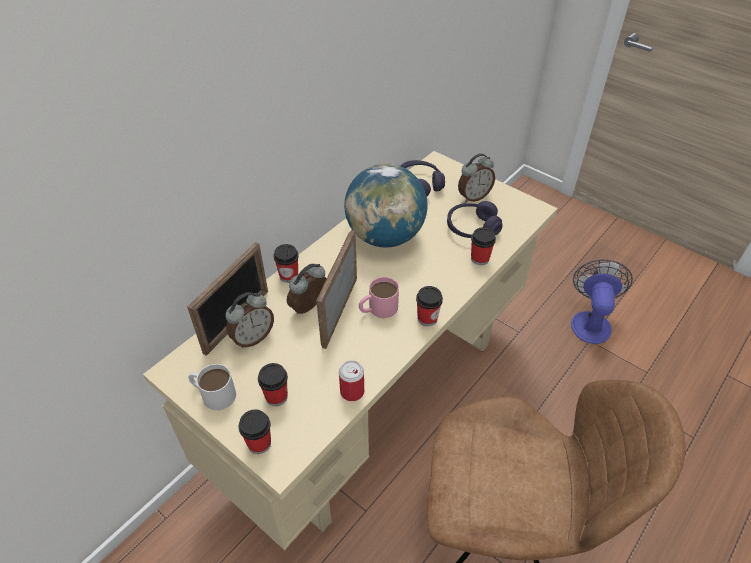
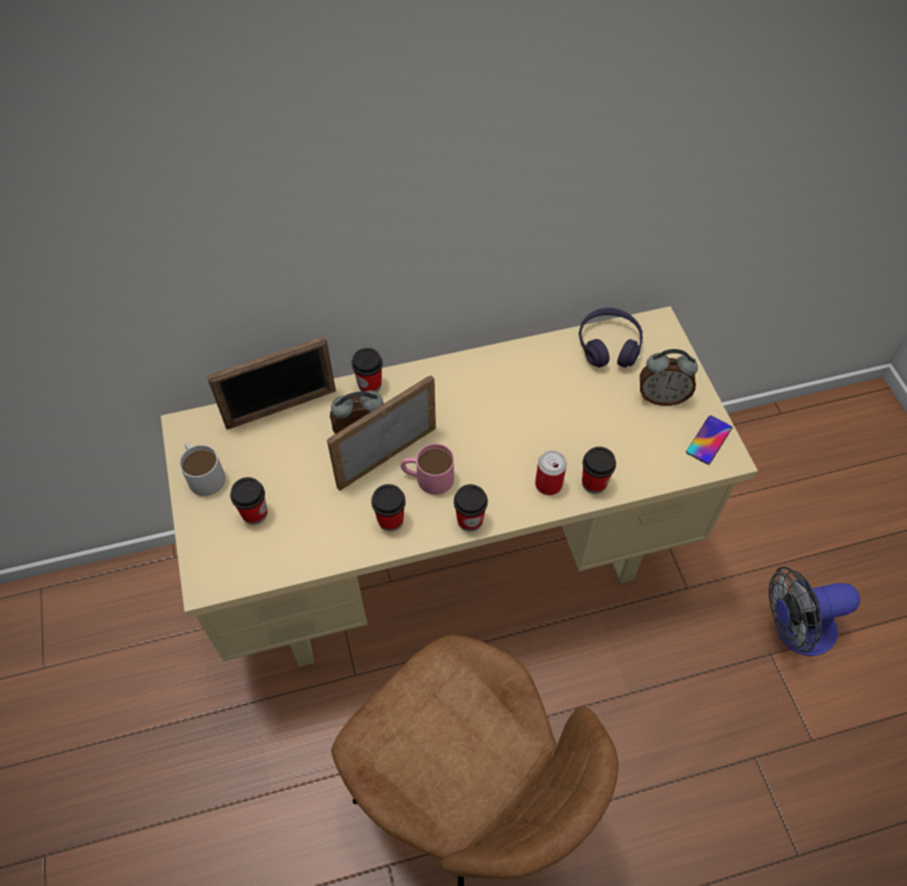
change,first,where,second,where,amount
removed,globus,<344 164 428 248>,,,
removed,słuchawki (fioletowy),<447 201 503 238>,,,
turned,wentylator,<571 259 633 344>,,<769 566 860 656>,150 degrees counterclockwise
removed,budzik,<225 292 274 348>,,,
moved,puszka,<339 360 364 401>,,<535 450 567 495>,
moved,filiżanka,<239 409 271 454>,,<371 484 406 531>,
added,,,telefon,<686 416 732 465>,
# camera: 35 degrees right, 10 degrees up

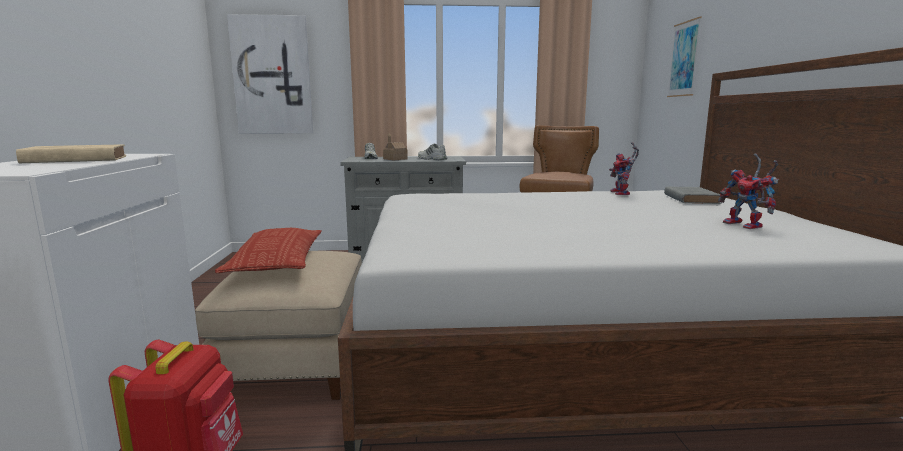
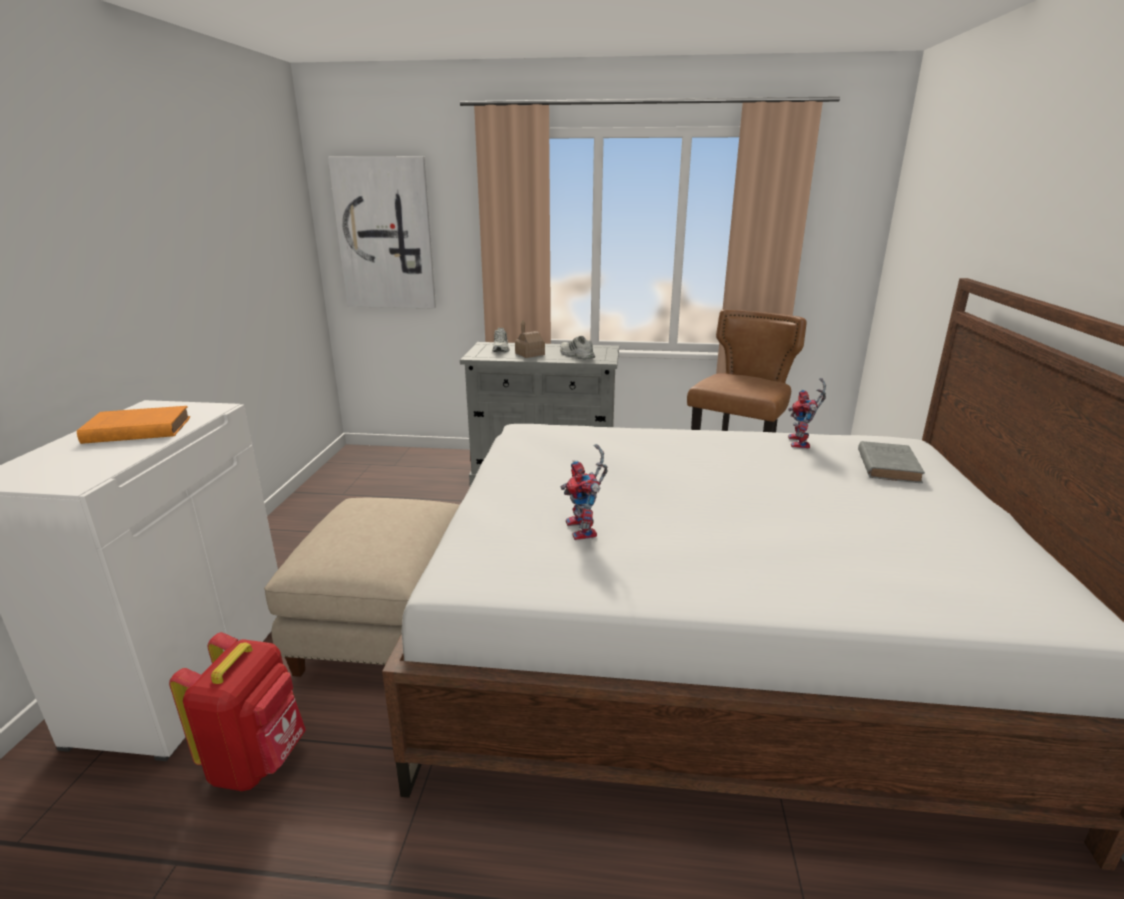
change,first,where,second,where,amount
removed,obraz,<667 17 702 97>,,,
recoloured,książka (beżowy),<16 144 126 163>,książka (pomarańczowy),<77 406 190 444>,
moved,robot zabawkowy,<718 153 779 229>,,<561 444 607 540>,
removed,poduszka,<215 228 322 274>,,,
# camera: 10 degrees right, 10 degrees up

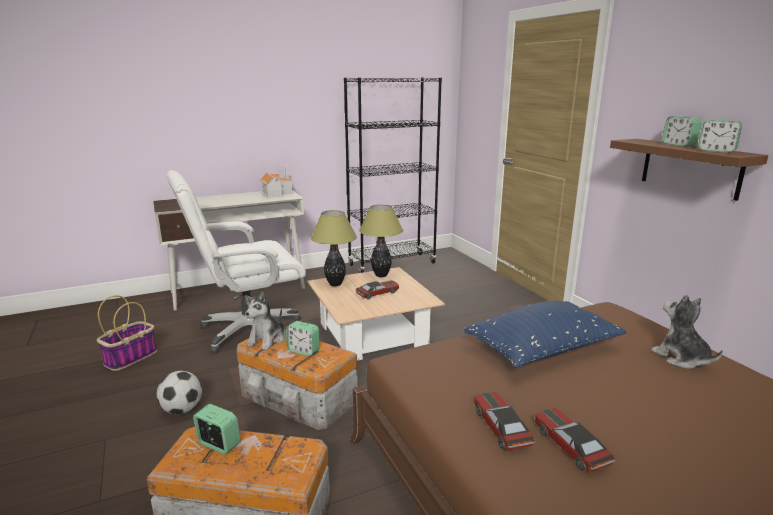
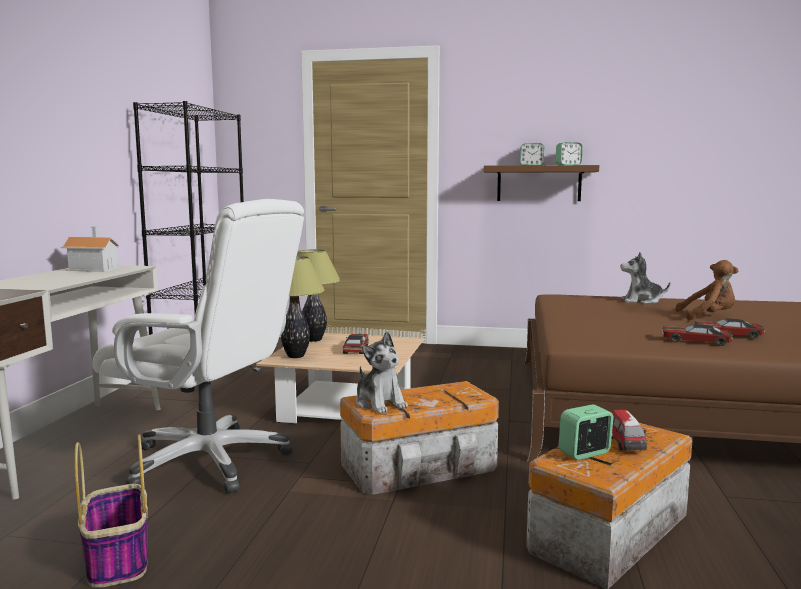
change,first,where,second,where,amount
turned,krzesło biurowe (biały),<167 170 306 353>,,<93 199 304 493>,75 degrees counterclockwise
removed,poduszka (niebieski),<464 301 627 367>,,,
removed,budzik,<286 321 320 356>,,,
removed,piłka futbolowa,<156 371 202 414>,,,
added,,,pluszak (brązowy),<675 260 738 320>,
added,,,samochodzik,<611 410 647 451>,
# camera: 55 degrees left, 10 degrees down

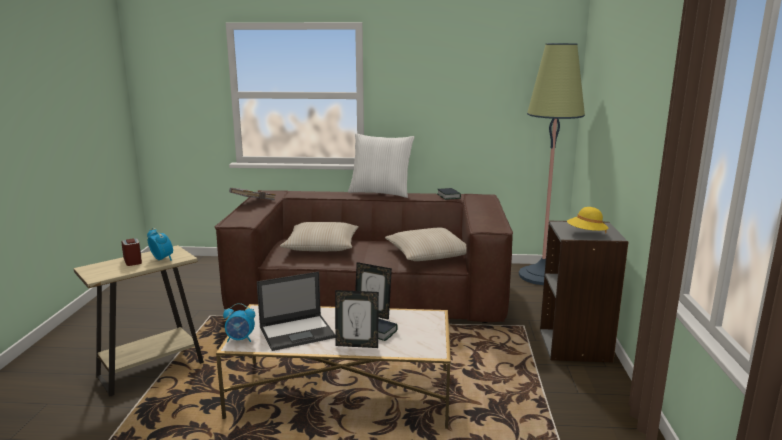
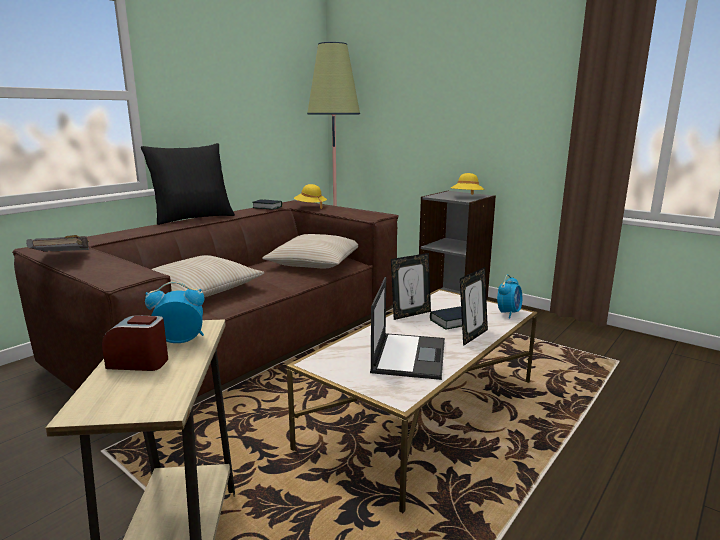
change,first,where,second,where,amount
recoloured,poduszka (biały),<348 133 415 198>,poduszka (czarny),<141 143 235 225>,
moved,budzik,<223 303 255 342>,,<497 275 522 318>,
added,,,kapelusz (żółty),<294 184 327 209>,
# camera: 55 degrees left, 0 degrees up

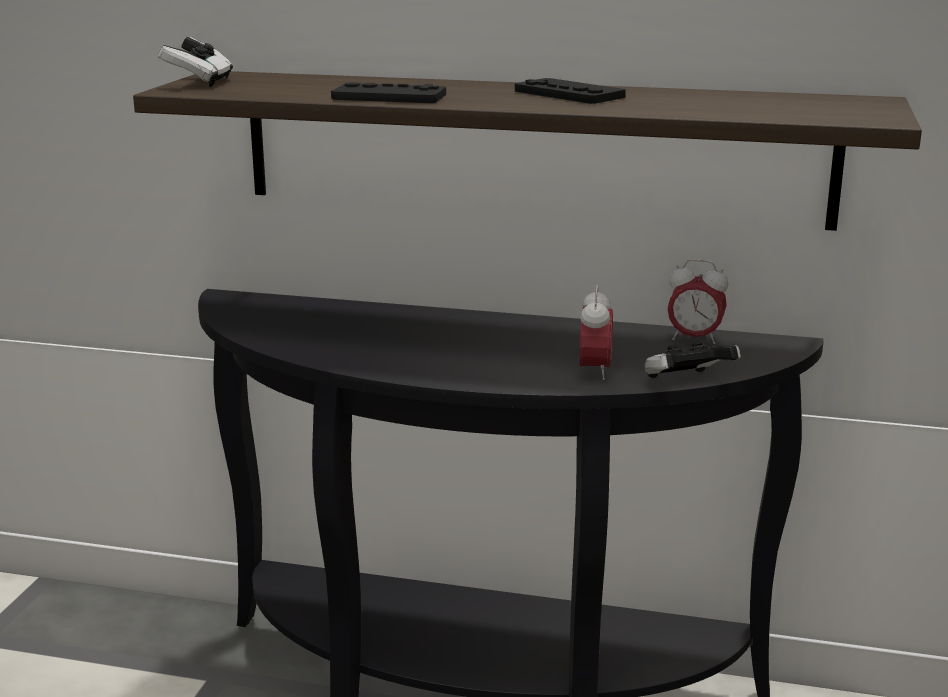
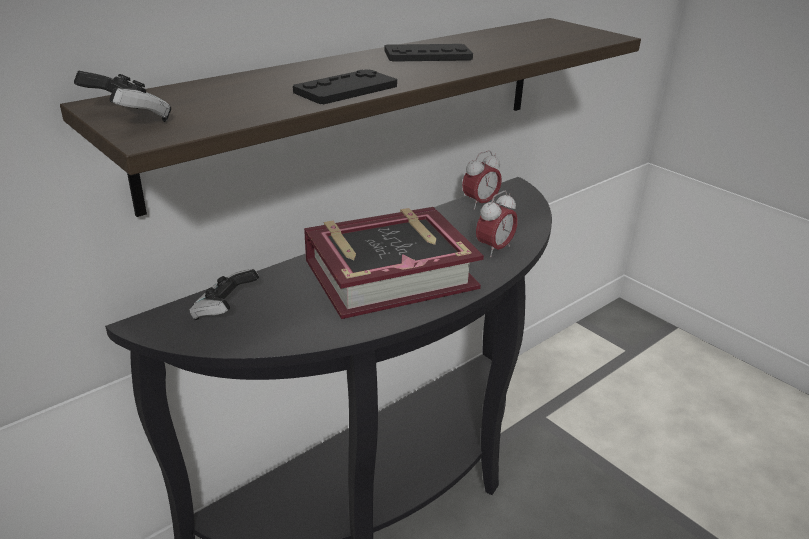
change,first,where,second,where,amount
turned,budzik,<580 285 613 380>,,<476 191 518 257>,90 degrees clockwise
moved,pad do gier,<645 342 741 378>,,<189 269 259 320>,
added,,,książka,<304 207 484 319>,
# camera: 55 degrees left, 10 degrees up

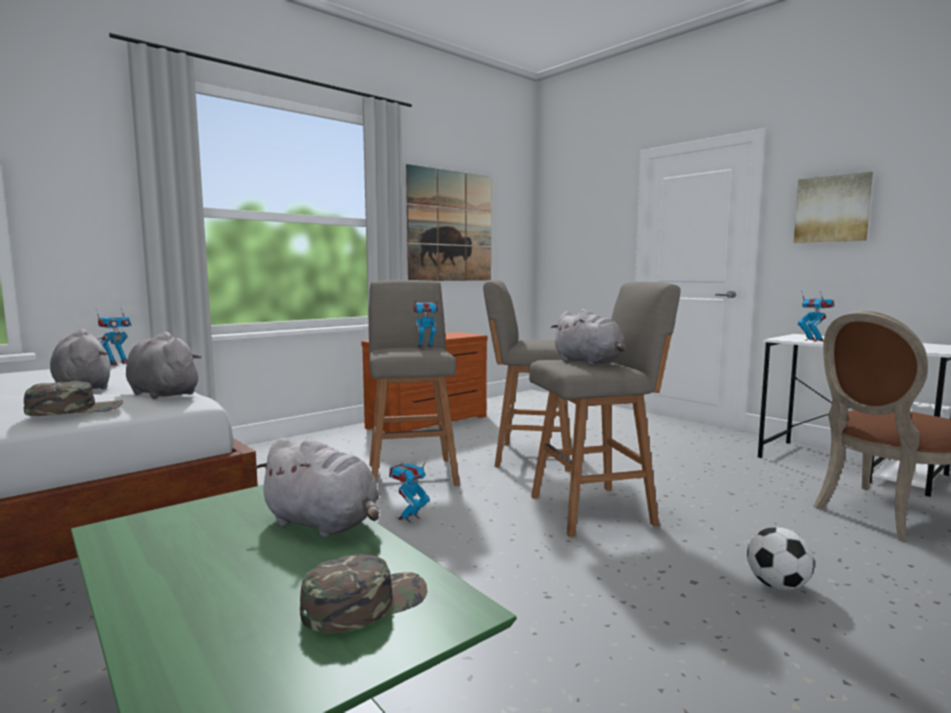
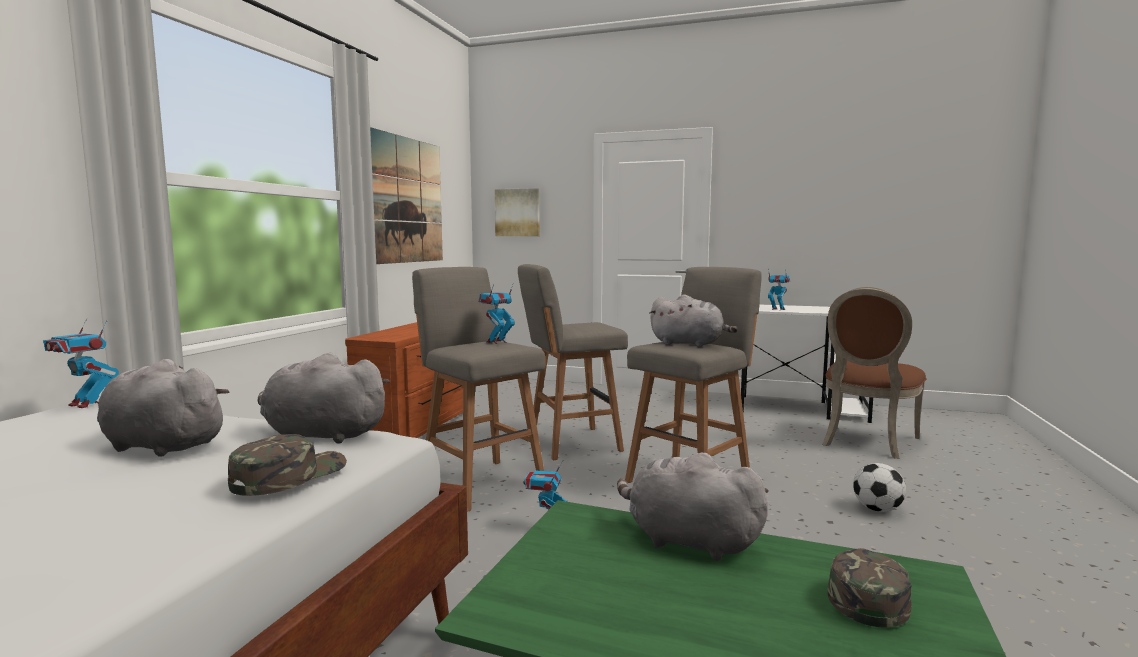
change,first,where,second,where,amount
moved,obraz,<794 171 873 243>,,<495 188 540 236>,
turned,robot zabawkowy,<96 308 132 365>,,<43 318 119 408>,105 degrees clockwise
turned,pluszak (szary),<255 438 379 538>,,<617 453 769 561>,150 degrees counterclockwise
# camera: 30 degrees left, 0 degrees up

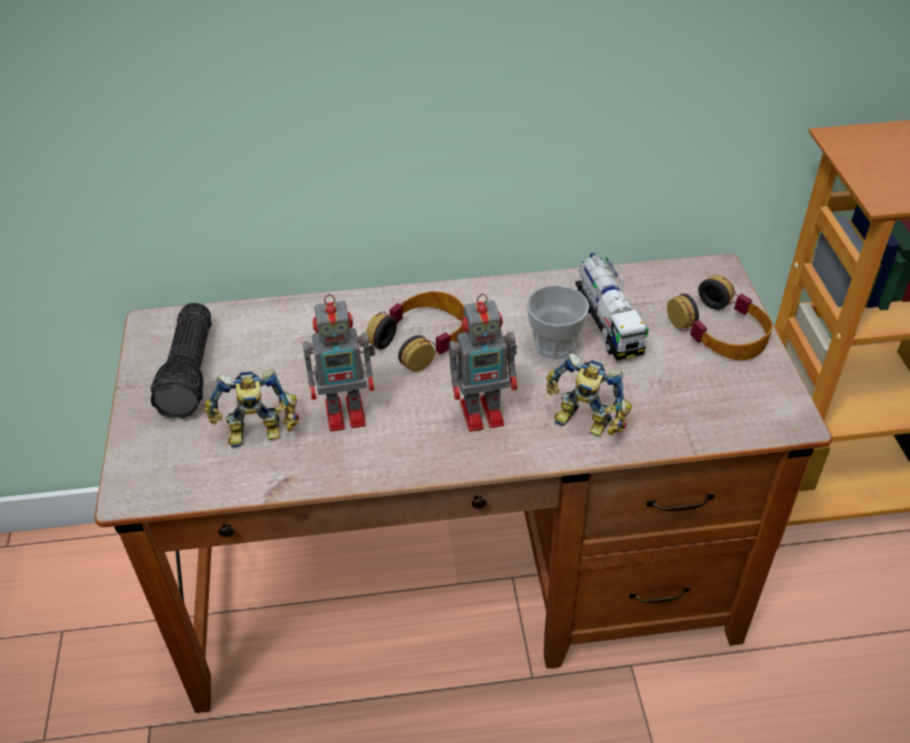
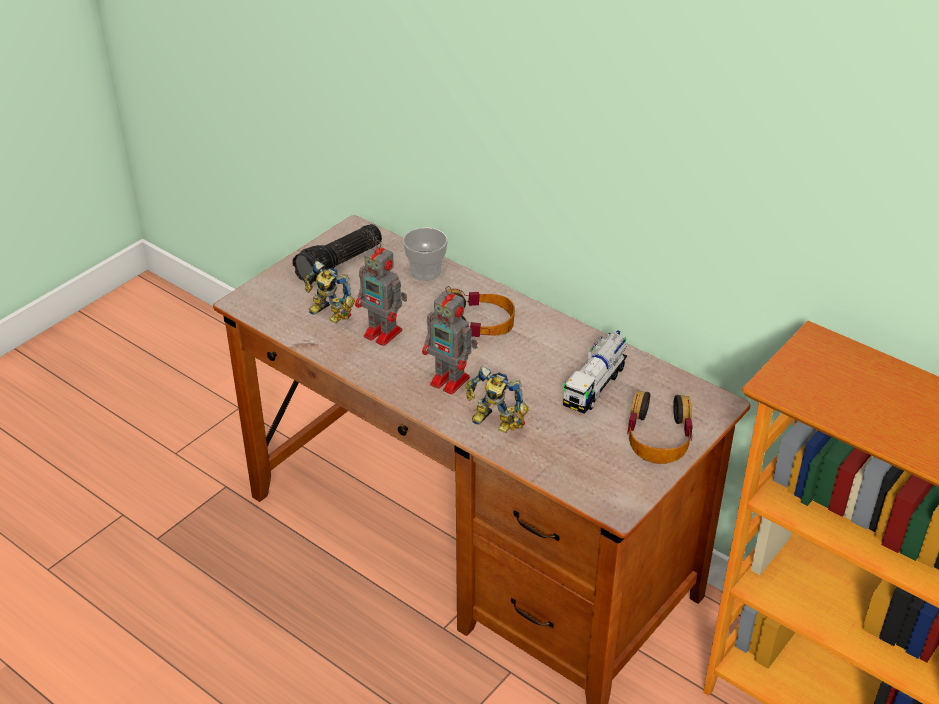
change,first,where,second,where,amount
moved,filiżanka,<526 285 590 360>,,<403 228 448 281>,
turned,robot zabawkowy,<546 353 632 437>,,<466 367 529 433>,45 degrees counterclockwise
# camera: 45 degrees right, 5 degrees down

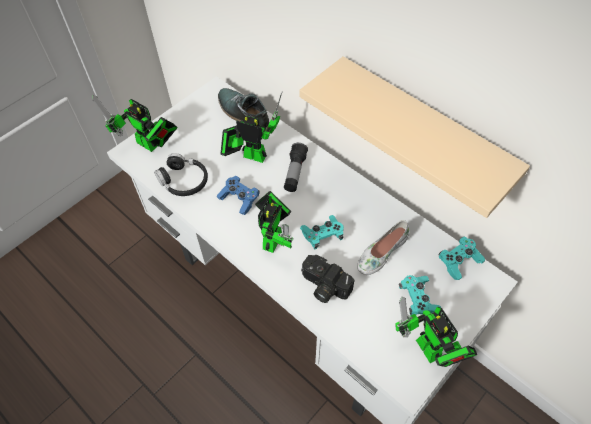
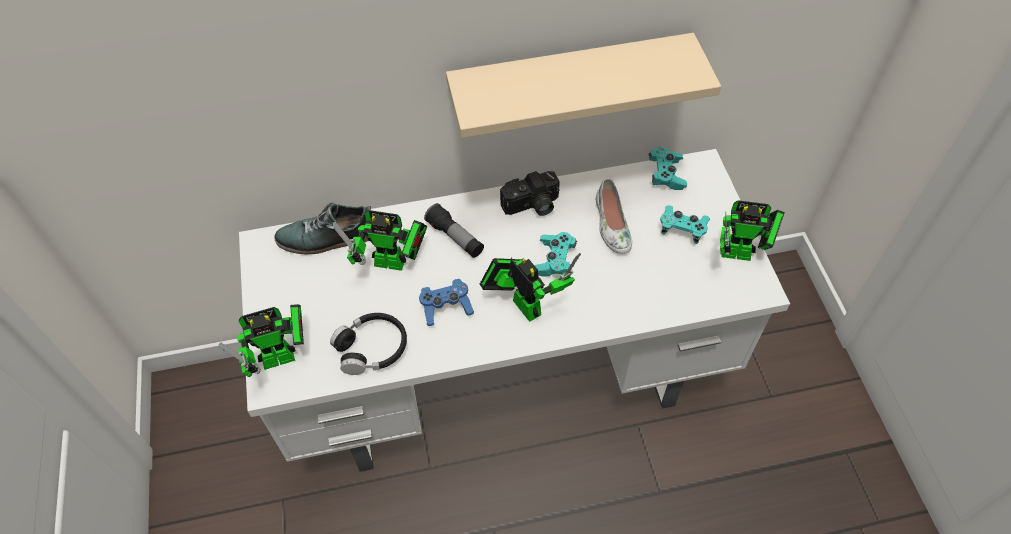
change,first,where,second,where,amount
turned,robot zabawkowy,<220 91 283 163>,,<332 210 427 271>,135 degrees counterclockwise
moved,aparat fotograficzny,<301 255 354 303>,,<500 171 560 216>,
# camera: 55 degrees left, 0 degrees up

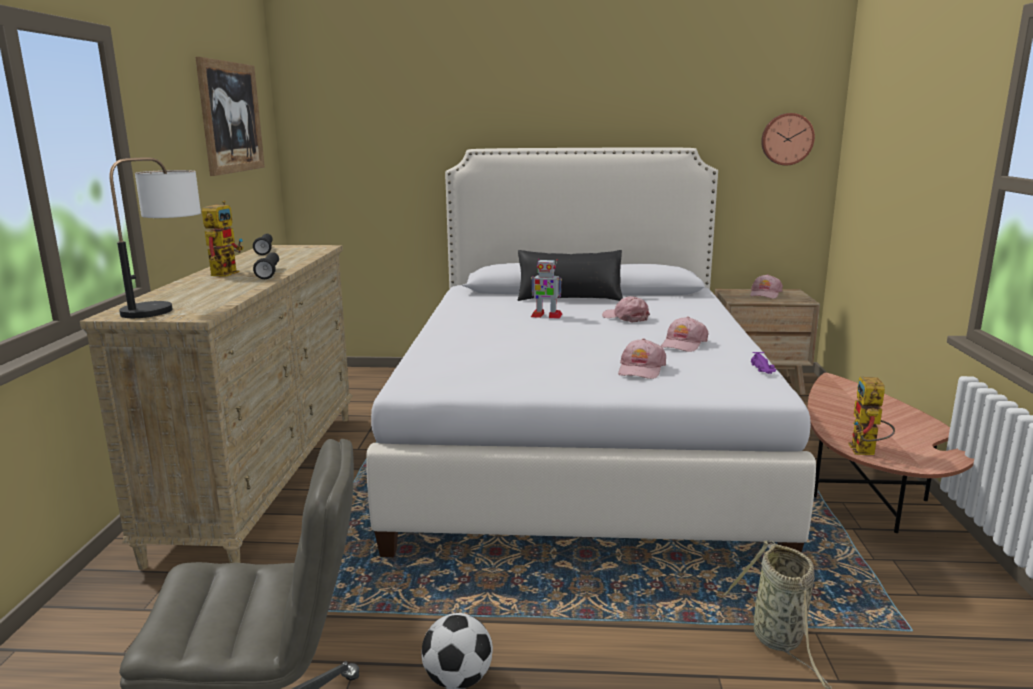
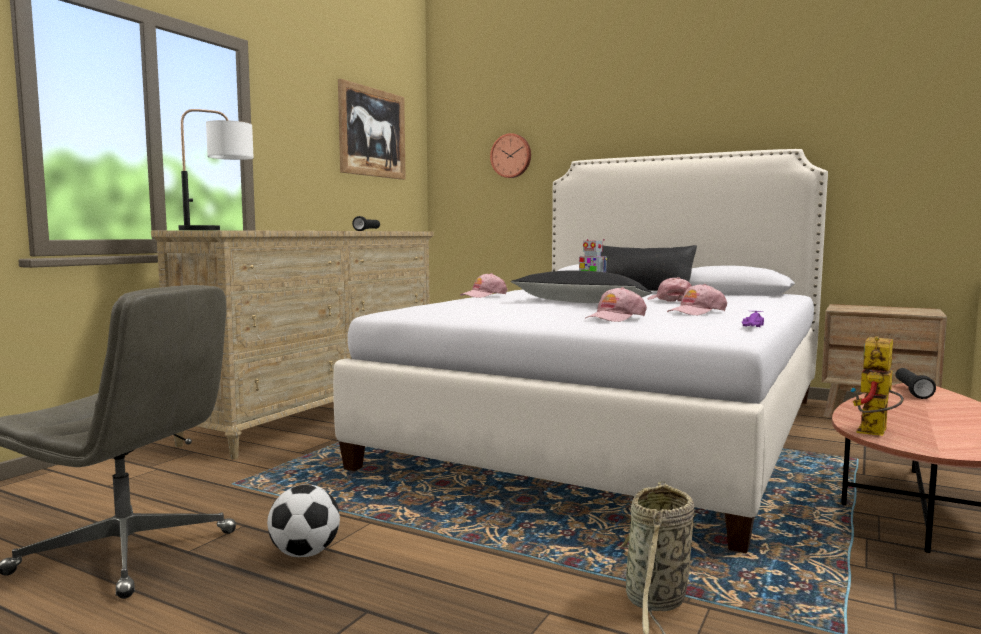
change,first,where,second,where,amount
moved,zegar ścienny,<761 113 815 165>,,<490 133 531 178>,
removed,robot zabawkowy,<202 201 244 277>,,,
moved,latarka (czarny),<253 252 279 279>,,<895 368 936 399>,
moved,czapka z daszkiem (różowy),<750 274 783 298>,,<460 273 508 298>,
added,,,poduszka (czarny),<511 270 652 303>,
# camera: 25 degrees right, 10 degrees down

